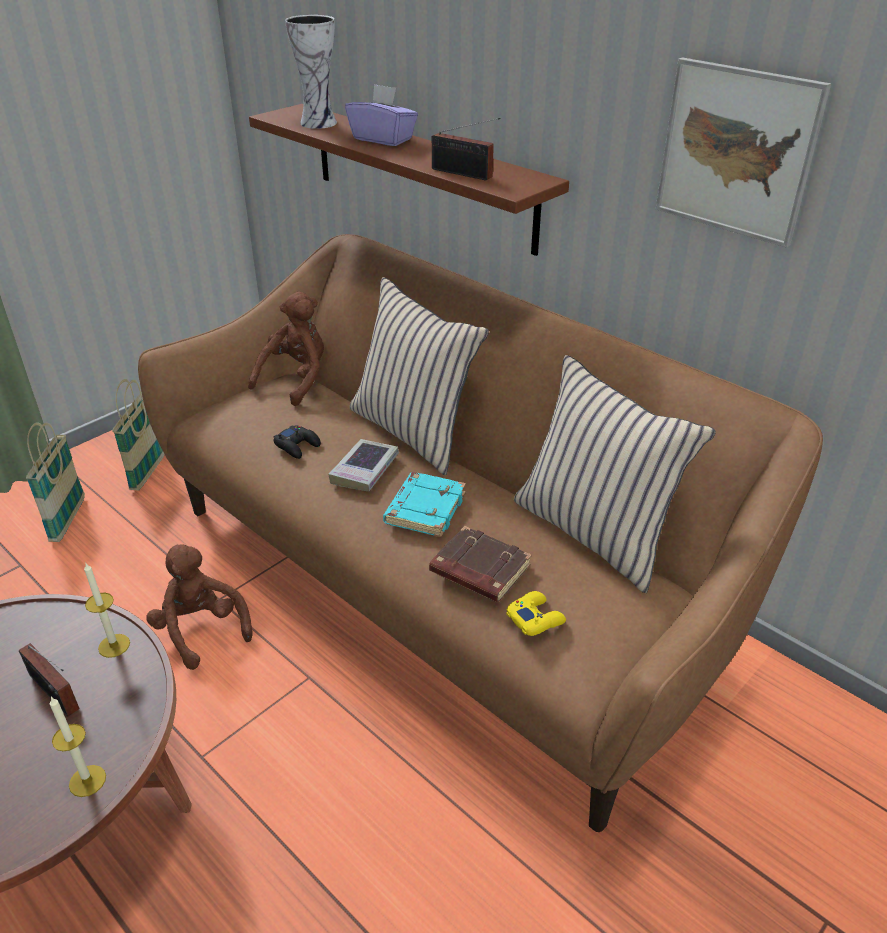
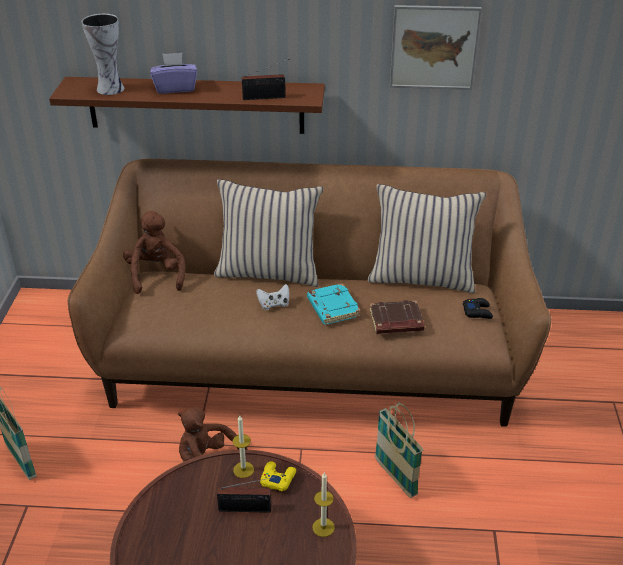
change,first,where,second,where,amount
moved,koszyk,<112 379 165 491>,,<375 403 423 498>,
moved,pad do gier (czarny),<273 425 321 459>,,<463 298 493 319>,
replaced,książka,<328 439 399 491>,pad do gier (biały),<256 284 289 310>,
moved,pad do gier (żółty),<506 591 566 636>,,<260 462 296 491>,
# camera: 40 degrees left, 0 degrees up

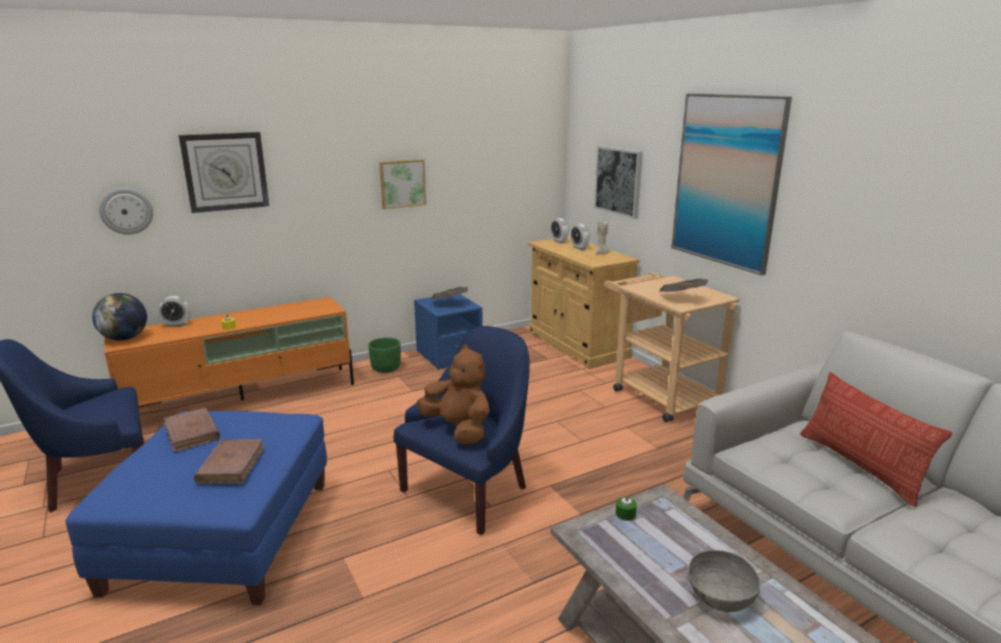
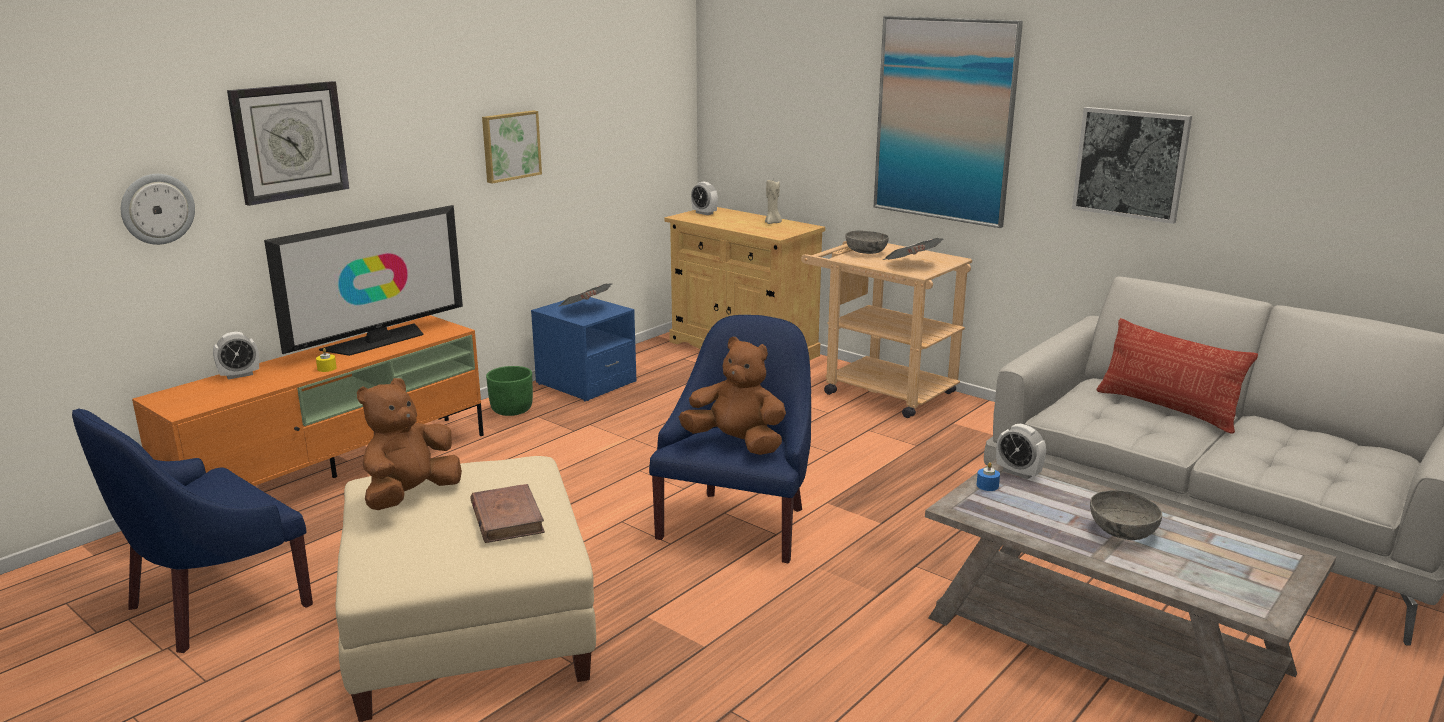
change,first,where,second,where,amount
moved,obraz,<594 146 643 219>,,<1072 107 1192 224>,
moved,budzik,<571 224 590 250>,,<996 424 1046 479>,
removed,globus,<92 293 147 340>,,,
replaced,książka (brązowy),<163 408 220 452>,pluszak (brązowy),<357 378 462 510>,
recoloured,pufa (niebieski),<66 411 327 605>,pufa (beżowy),<336 456 596 722>,
recoloured,świeca (zielony),<616 494 637 521>,świeca (niebieski),<977 462 1000 491>,
added,,,telewizor,<264 205 463 356>,
added,,,miska (szary),<845 230 889 254>,
# camera: 20 degrees left, 0 degrees up

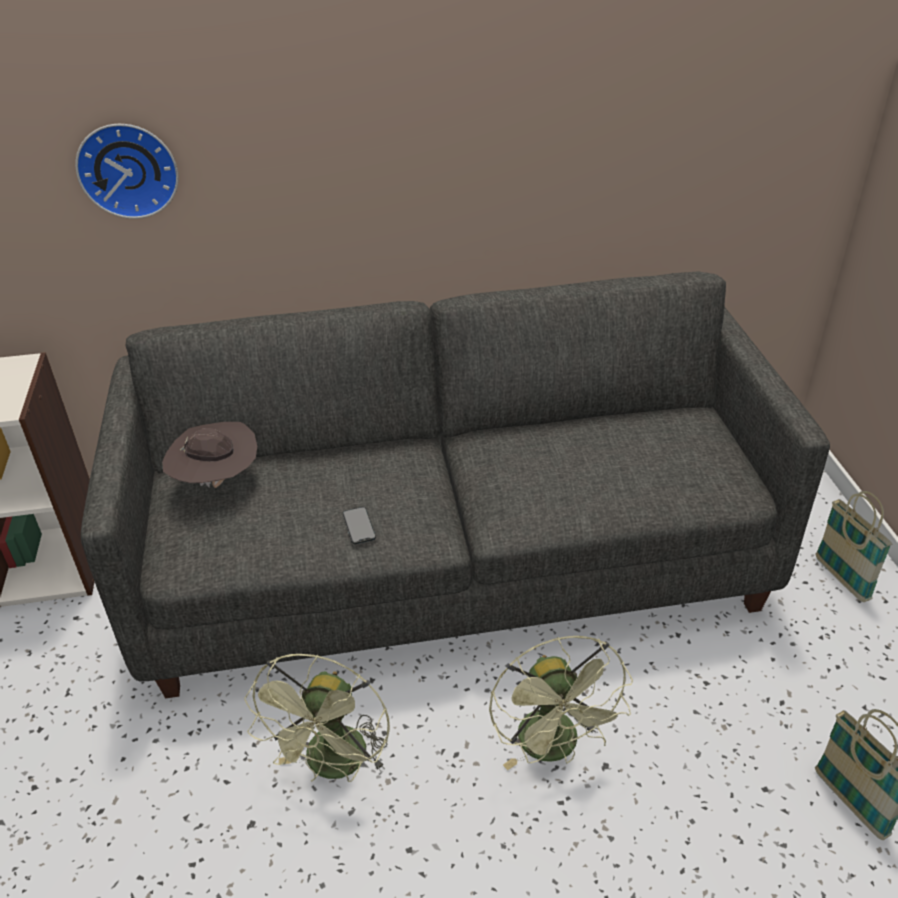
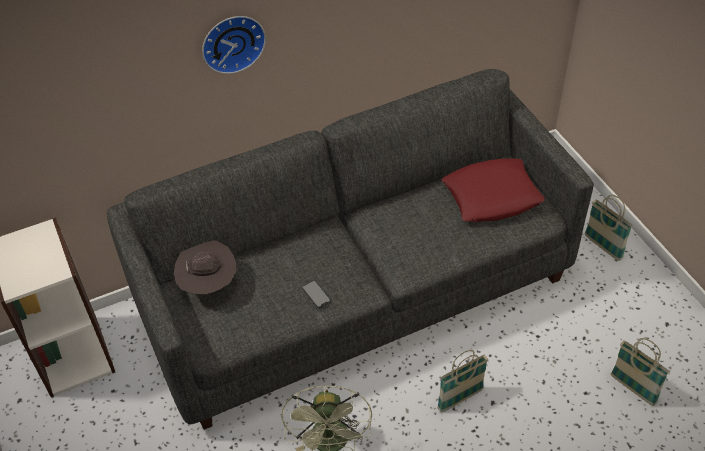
change,first,where,second,where,amount
moved,zegar ścienny,<75 124 179 219>,,<202 16 266 74>,
replaced,wentylator (zielony),<489 636 633 770>,koszyk,<437 350 488 412>,
added,,,poduszka (czerwony),<442 158 545 222>,
# camera: 15 degrees left, 10 degrees up

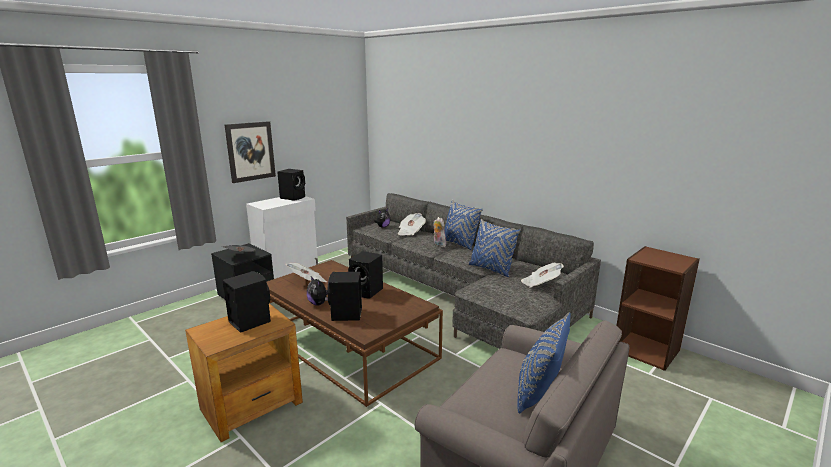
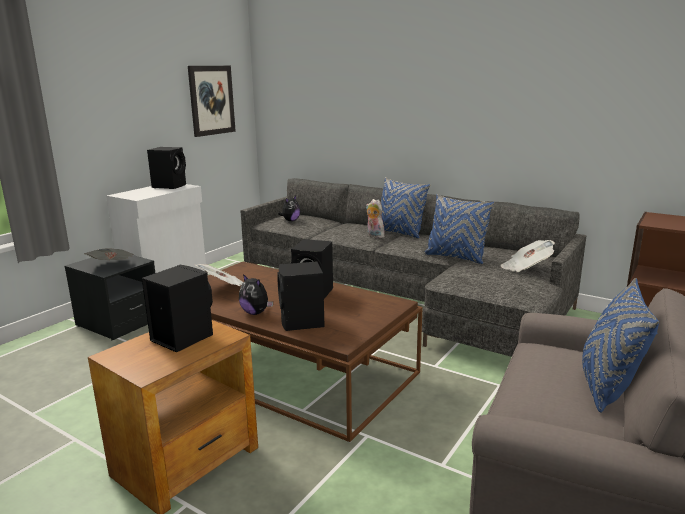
change,first,where,second,where,amount
moved,obraz,<225 121 276 183>,,<188 66 236 137>,
removed,gazeta,<398 213 426 235>,,,
# camera: 10 degrees left, 0 degrees up

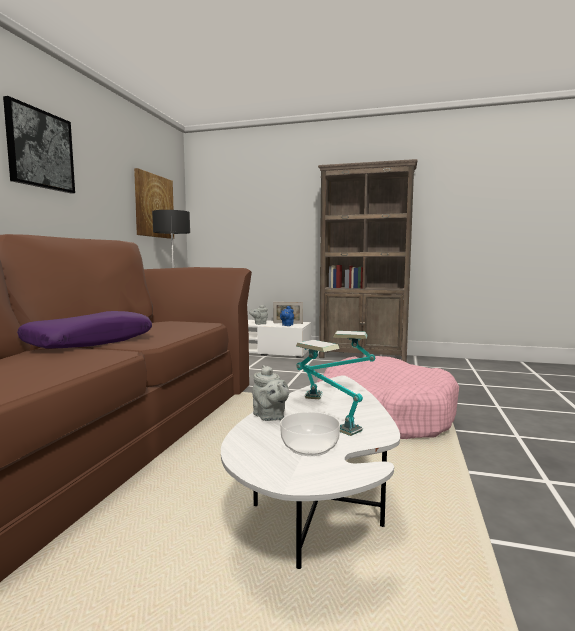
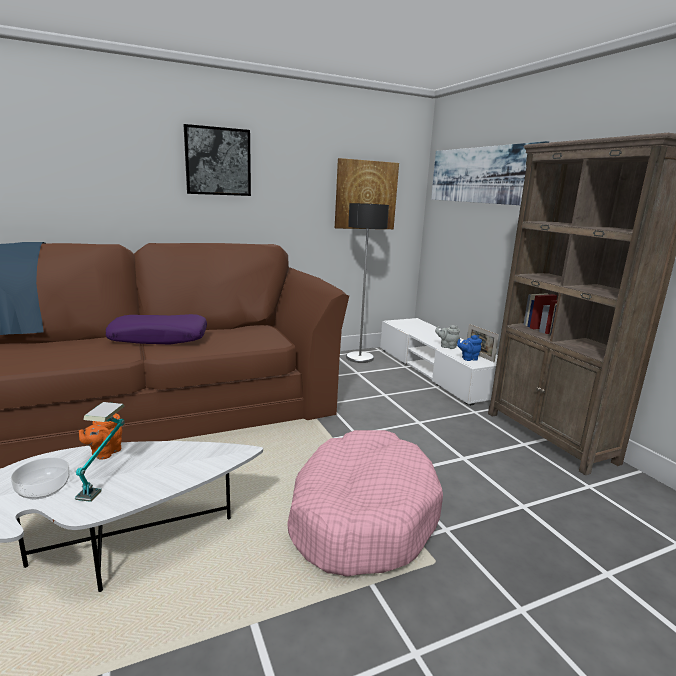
change,first,where,second,where,amount
removed,lampa stołowa,<303 331 375 399>,,,
recoloured,imbryk (szary),<252 365 289 421>,imbryk (pomarańczowy),<79 413 122 460>,
added,,,obraz,<431 141 549 205>,
# camera: 50 degrees right, 10 degrees up

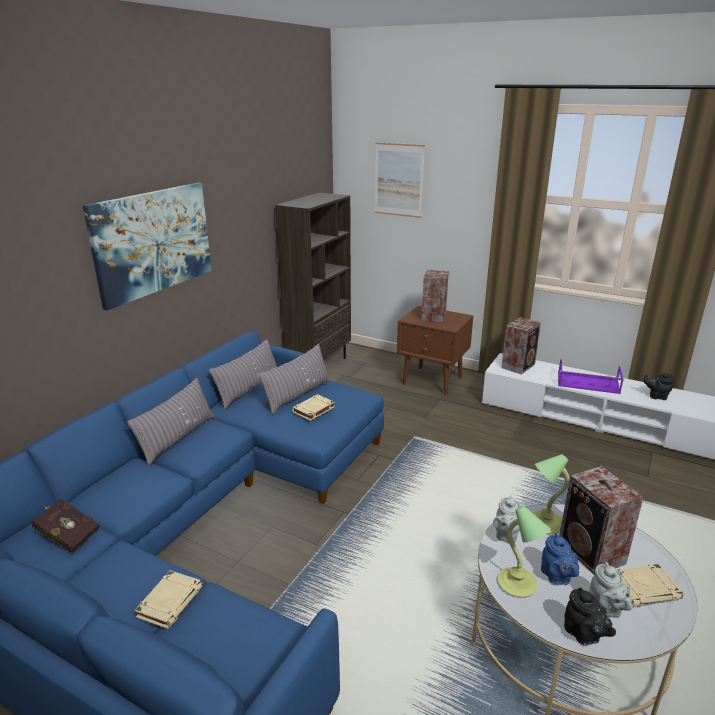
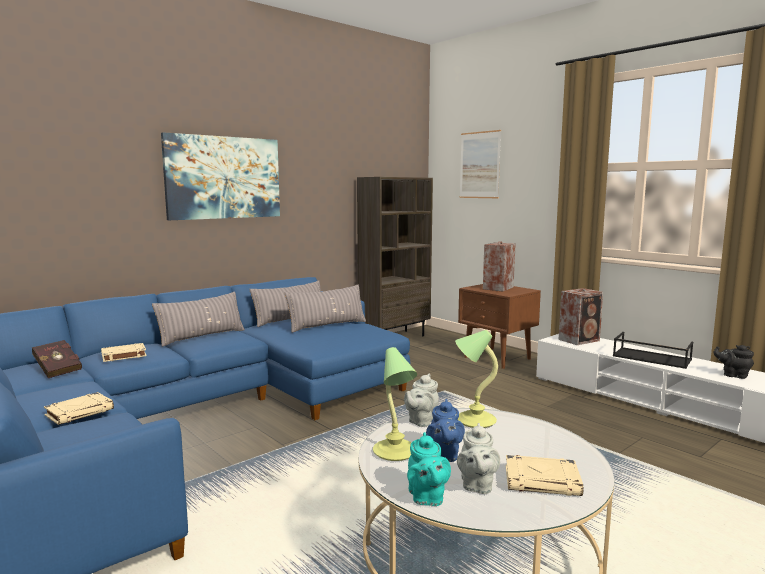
change,first,where,second,where,amount
recoloured,taca (fioletowy),<558 359 624 394>,taca (czarny),<613 332 693 369>,
moved,książka (beżowy),<292 394 335 421>,,<101 343 147 362>,
removed,głośnik,<559 466 643 575>,,,
recoloured,imbryk (czarny),<564 587 616 646>,imbryk (turkusowy),<407 432 451 506>,
# camera: 20 degrees right, 15 degrees down

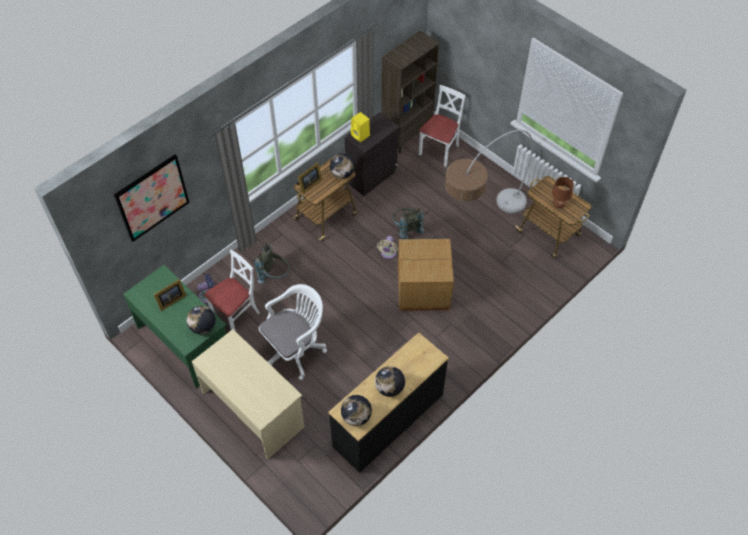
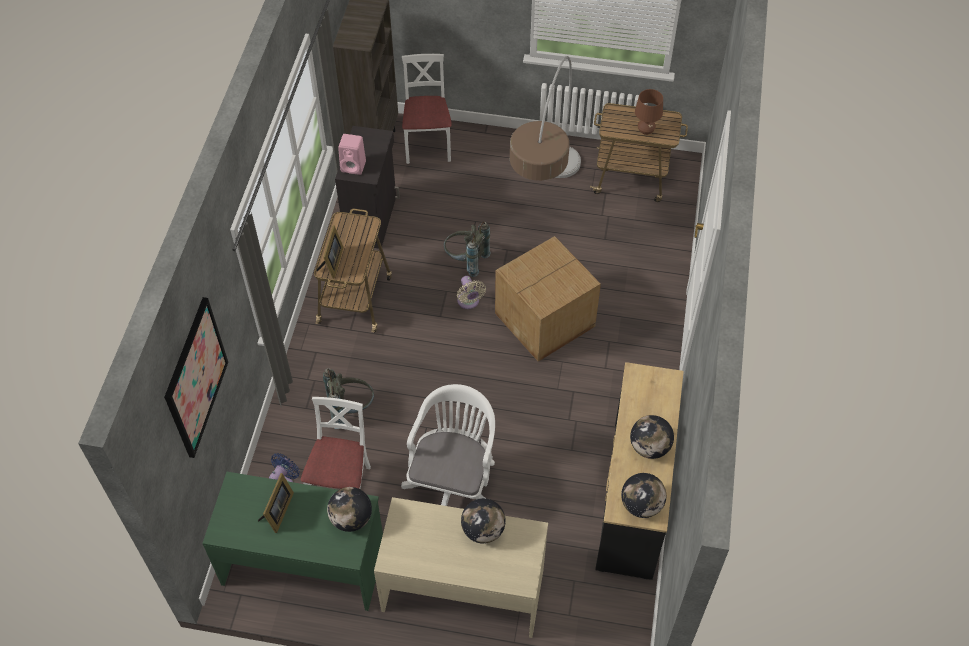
change,first,where,second,where,amount
recoloured,głośnik (żółty),<350 112 370 142>,głośnik (różowy),<338 134 366 175>,
moved,globus,<330 153 355 179>,,<461 498 506 544>,
# camera: 35 degrees left, 0 degrees up

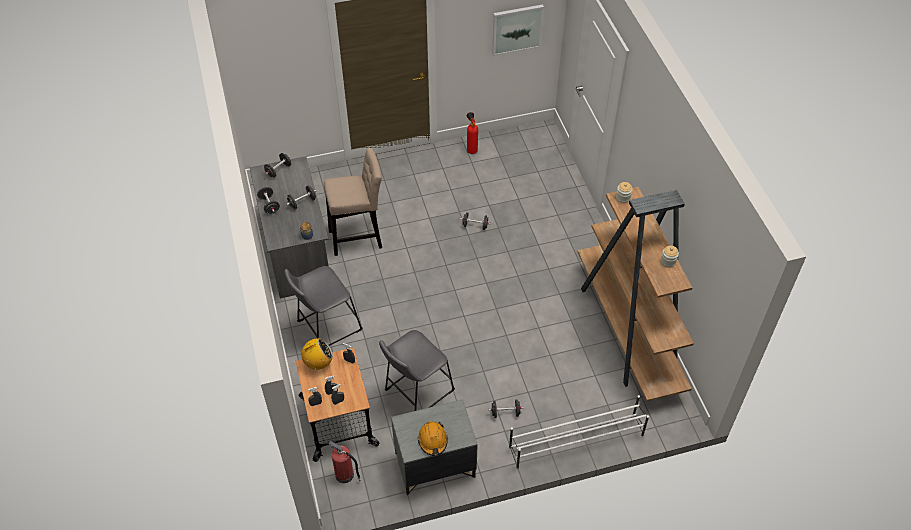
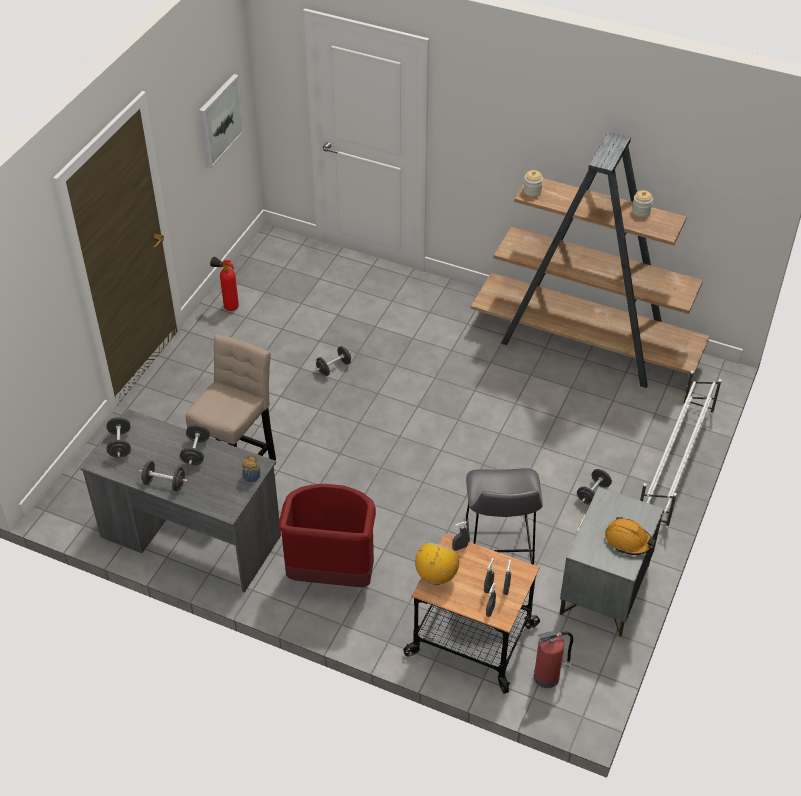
change,first,where,second,where,amount
replaced,stołek (szary),<284 266 363 346>,kosz na śmieci (czerwony),<278 484 376 587>,
# camera: 50 degrees left, 5 degrees down

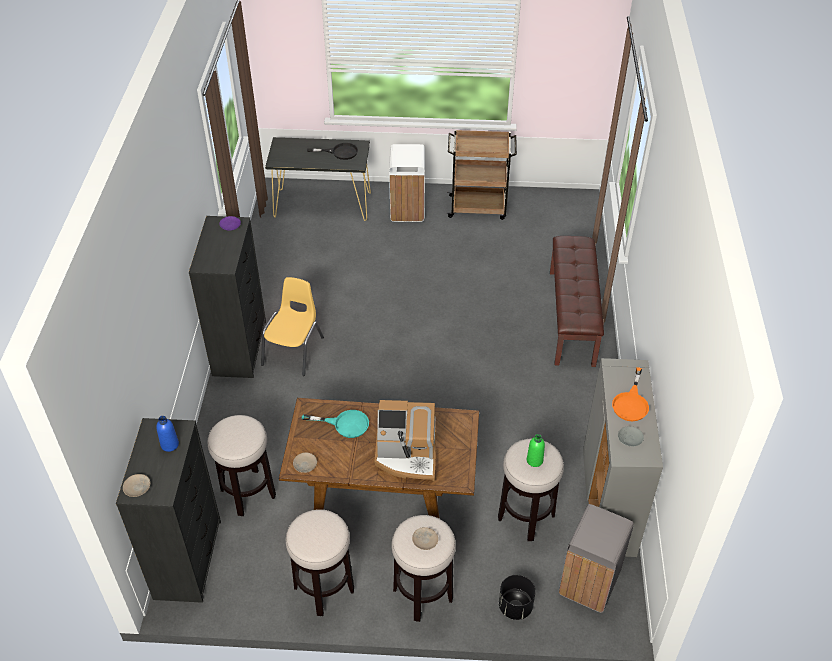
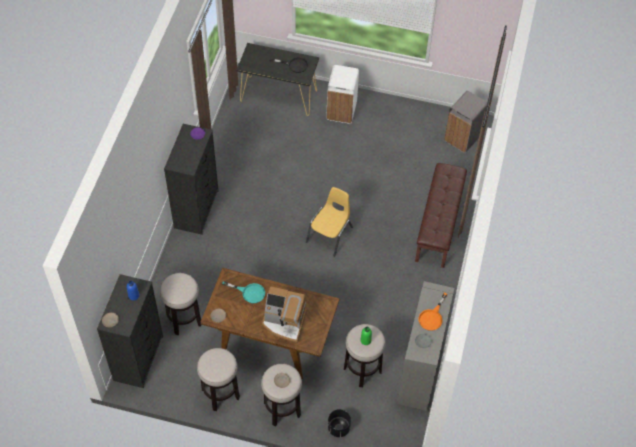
change,first,where,second,where,amount
removed,wózek (brązowy),<446 130 517 220>,,,
moved,krzesło (żółty),<261 277 324 376>,,<306 187 353 256>,
moved,kosz na śmieci (szary),<559 504 634 613>,,<444 91 487 153>,
# camera: 10 degrees right, 10 degrees up

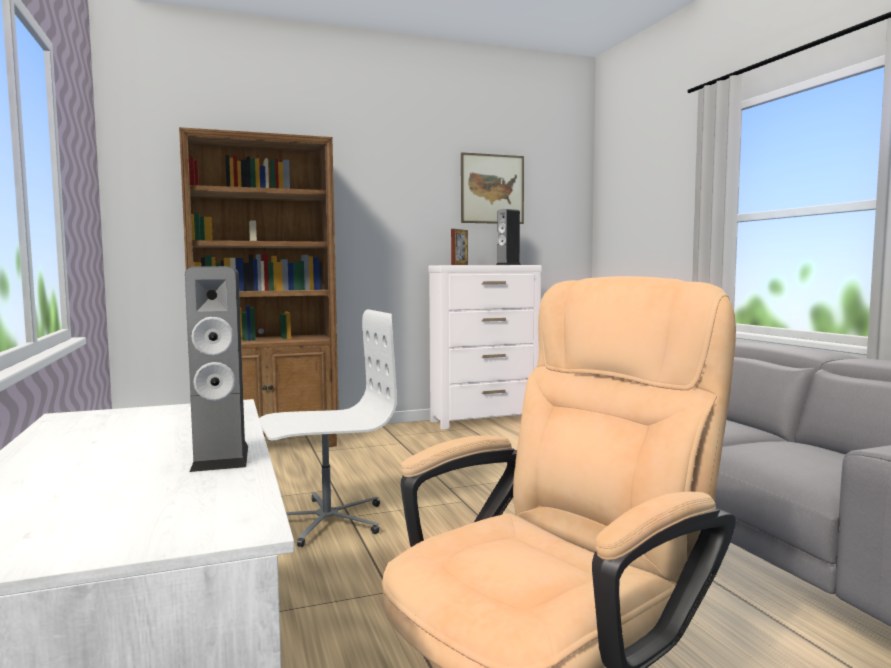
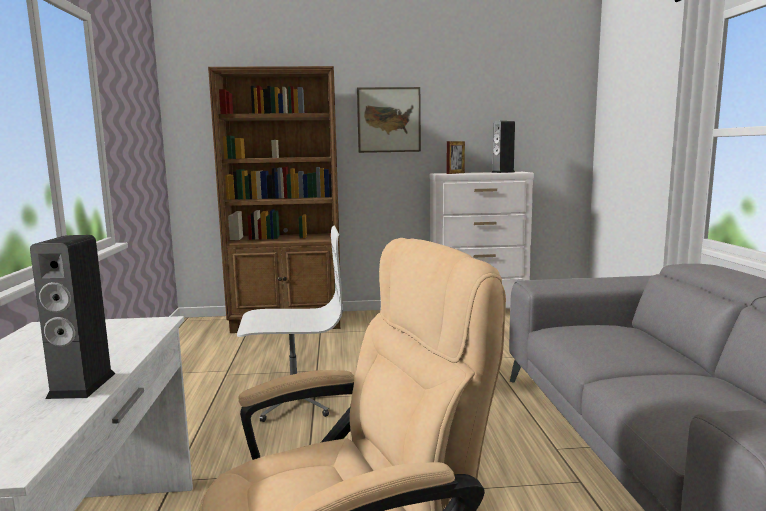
change,first,where,second,where,amount
moved,obraz,<461 152 524 224>,,<357 87 421 153>,
# camera: 15 degrees right, 5 degrees up

